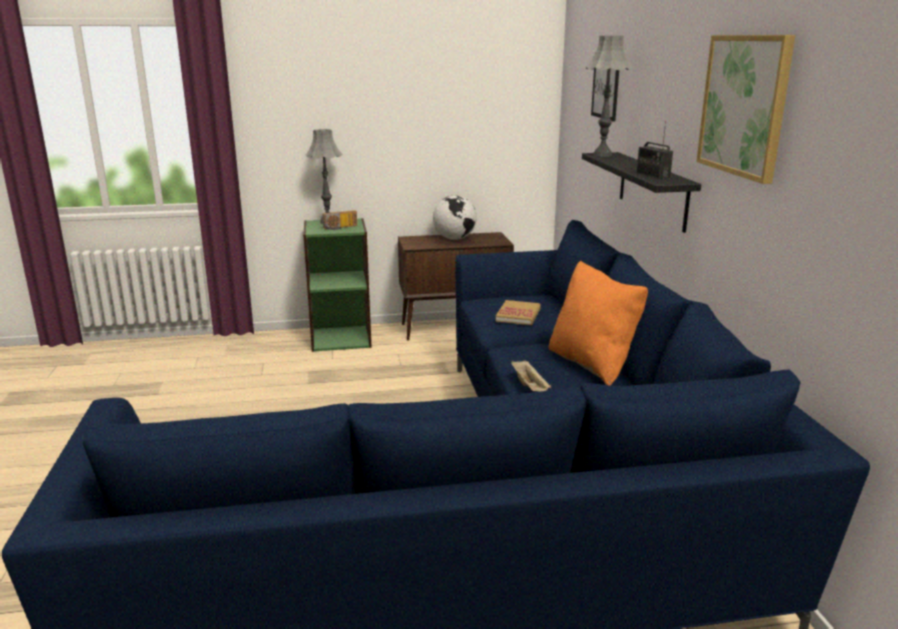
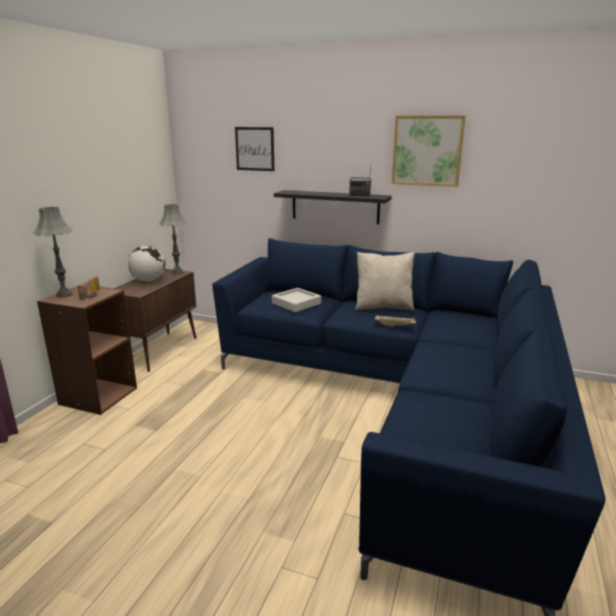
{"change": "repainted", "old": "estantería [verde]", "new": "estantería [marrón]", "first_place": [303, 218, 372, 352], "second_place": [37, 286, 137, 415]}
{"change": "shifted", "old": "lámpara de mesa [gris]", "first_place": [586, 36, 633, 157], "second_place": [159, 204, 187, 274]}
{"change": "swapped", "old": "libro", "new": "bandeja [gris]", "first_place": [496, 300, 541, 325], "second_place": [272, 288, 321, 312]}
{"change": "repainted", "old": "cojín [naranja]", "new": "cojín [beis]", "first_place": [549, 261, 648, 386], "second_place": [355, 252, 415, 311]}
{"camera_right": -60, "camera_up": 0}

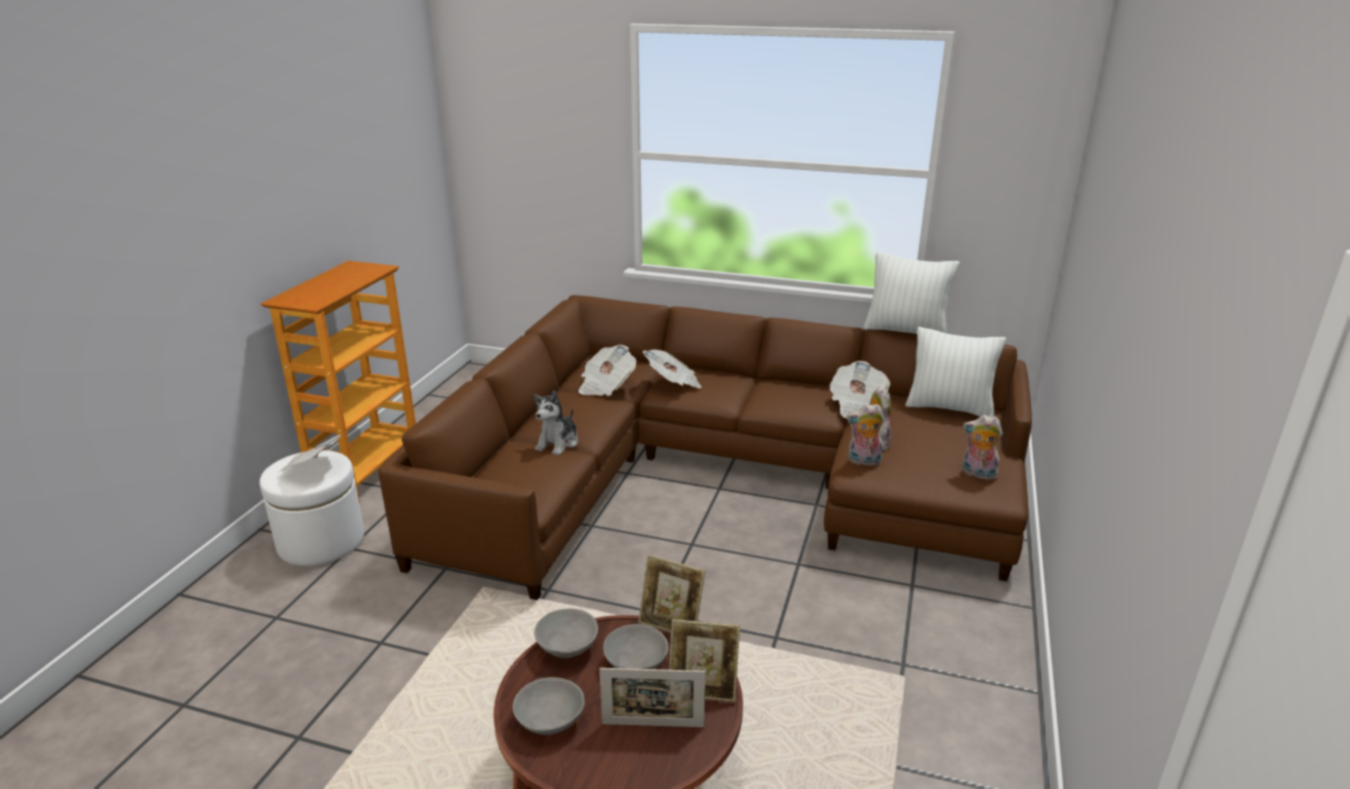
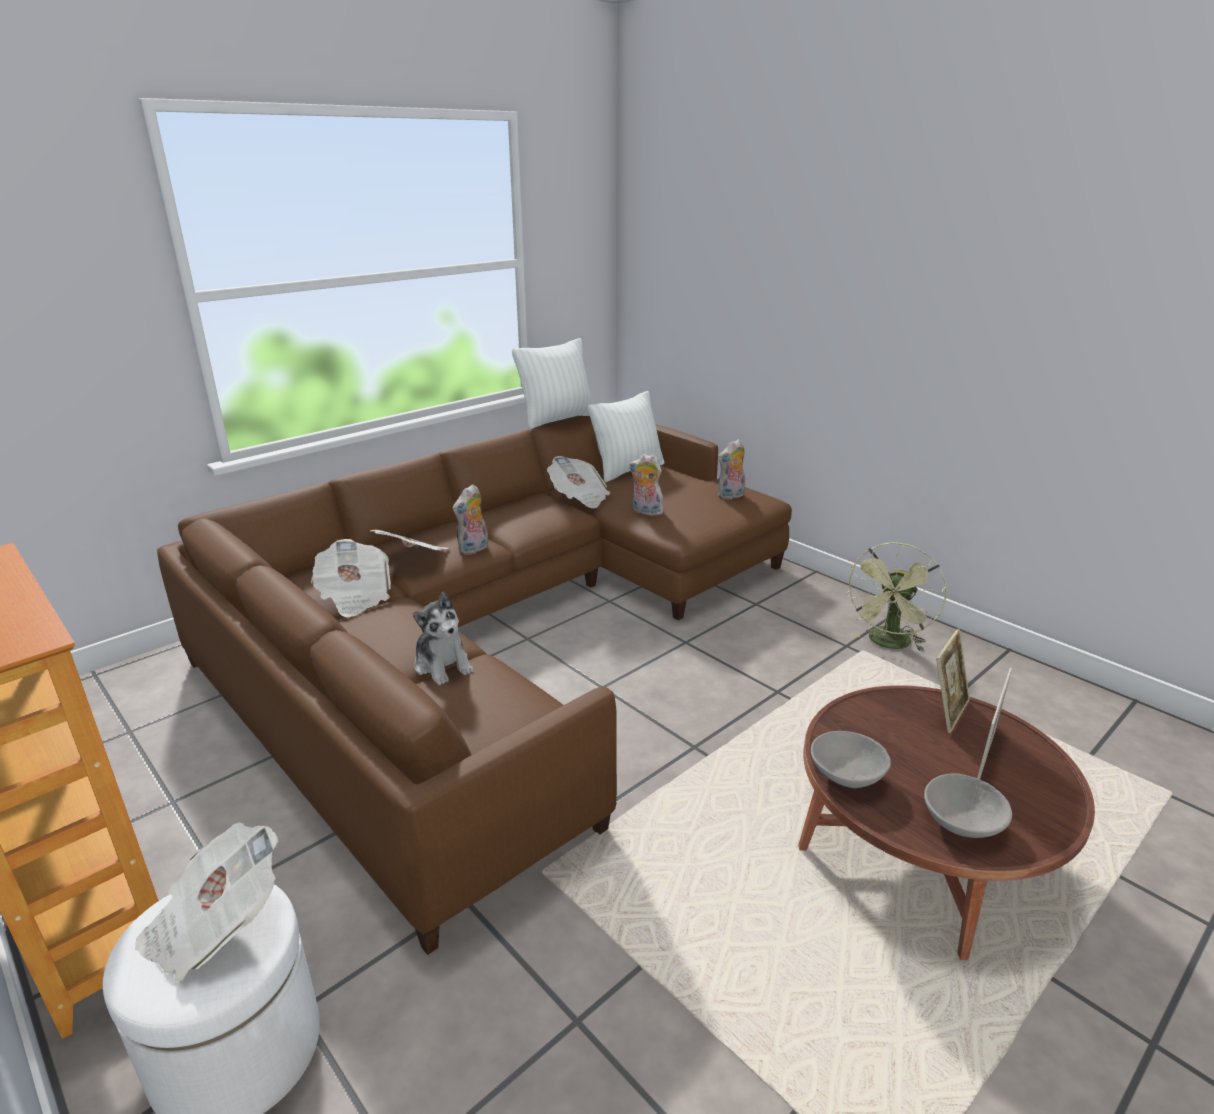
{"change": "shifted", "old": "peluche", "first_place": [847, 404, 884, 466], "second_place": [453, 484, 488, 555]}
{"change": "new", "new": "ventilador [verde]", "second_place": [845, 542, 947, 652]}
{"change": "gone", "old": "cuenco [gris]", "first_place": [603, 624, 669, 669]}
{"change": "gone", "old": "portarretratos", "first_place": [638, 554, 705, 633]}
{"camera_right": -60, "camera_up": 0}

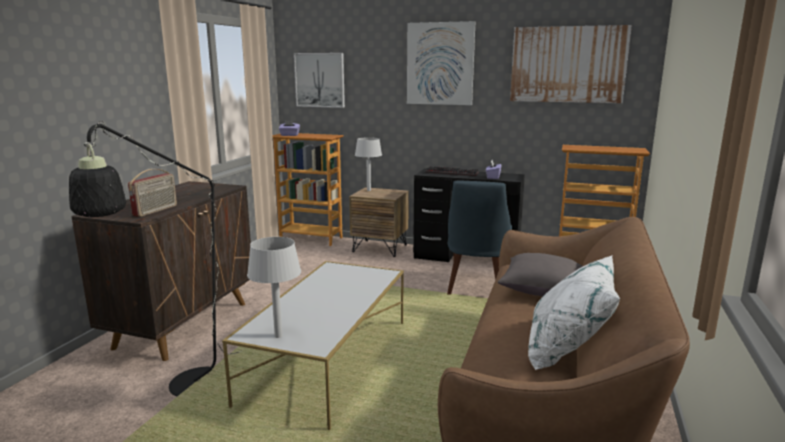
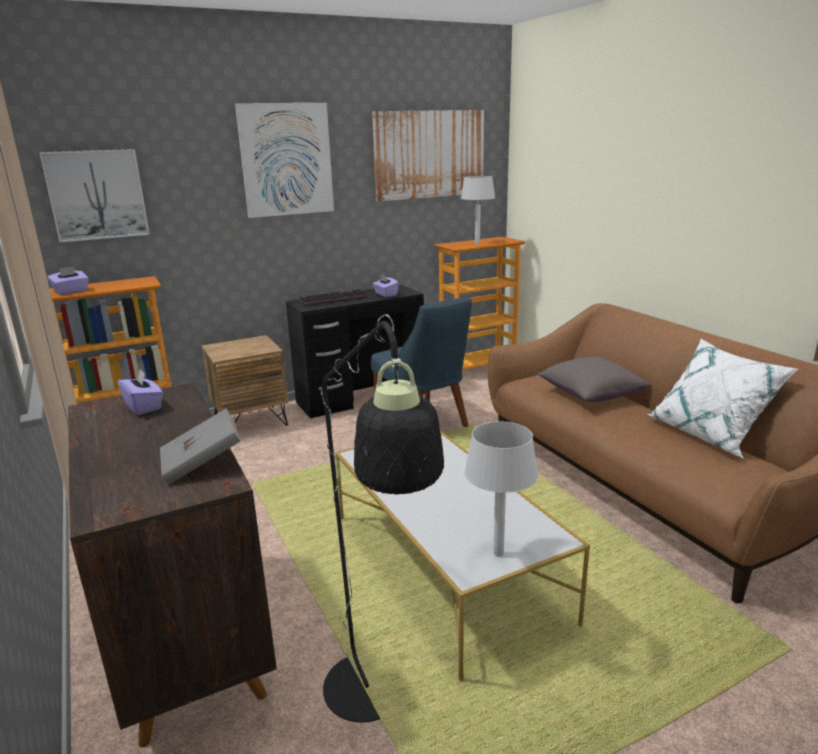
{"change": "new", "new": "caja de pañuelos [morado]", "second_place": [118, 369, 163, 415]}
{"change": "swapped", "old": "radio", "new": "libro [gris]", "first_place": [128, 169, 177, 217], "second_place": [160, 408, 241, 484]}
{"change": "shifted", "old": "lámpara de mesa [gris]", "first_place": [355, 137, 382, 191], "second_place": [461, 176, 495, 245]}
{"camera_right": -45, "camera_up": 5}

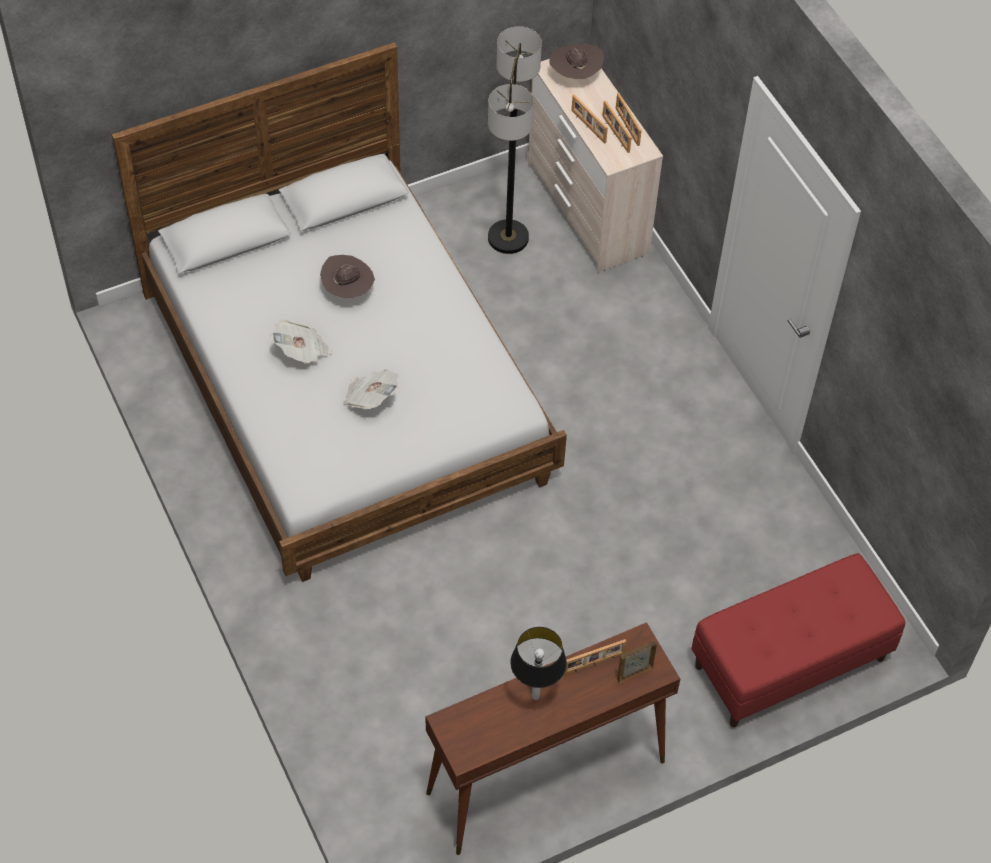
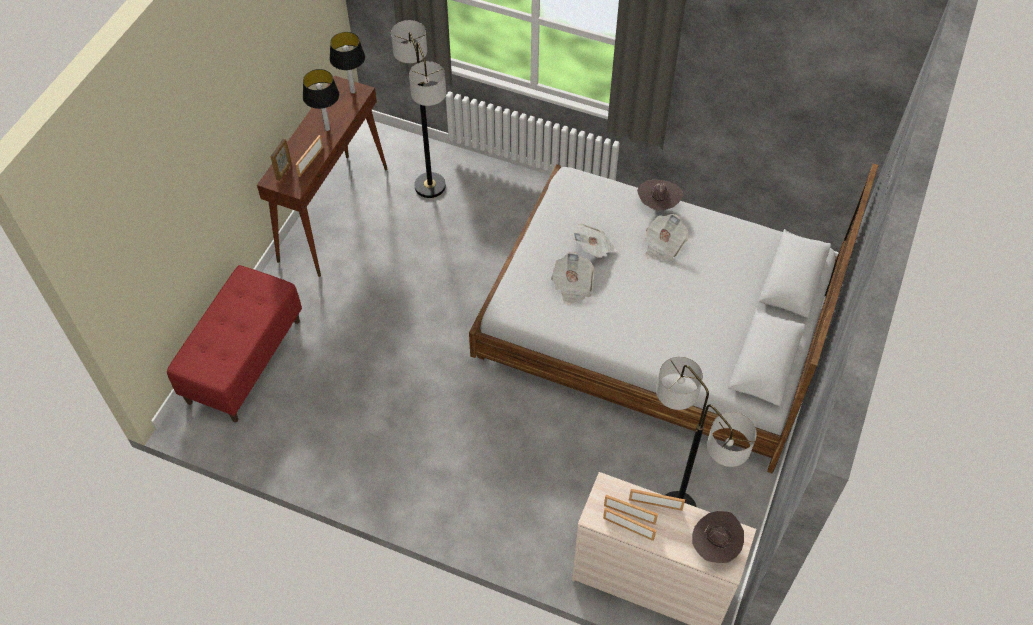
{"change": "new", "new": "lámpara de mesa", "second_place": [329, 32, 365, 94]}
{"change": "new", "new": "lámpara de pie", "second_place": [391, 20, 446, 198]}
{"change": "new", "new": "periódico", "second_place": [551, 252, 595, 305]}
{"change": "shifted", "old": "sombrero [marrón]", "first_place": [320, 255, 375, 298], "second_place": [637, 180, 683, 210]}
{"camera_right": 140, "camera_up": 0}

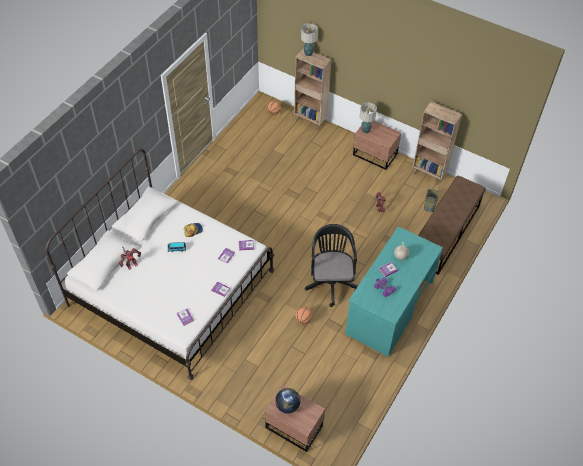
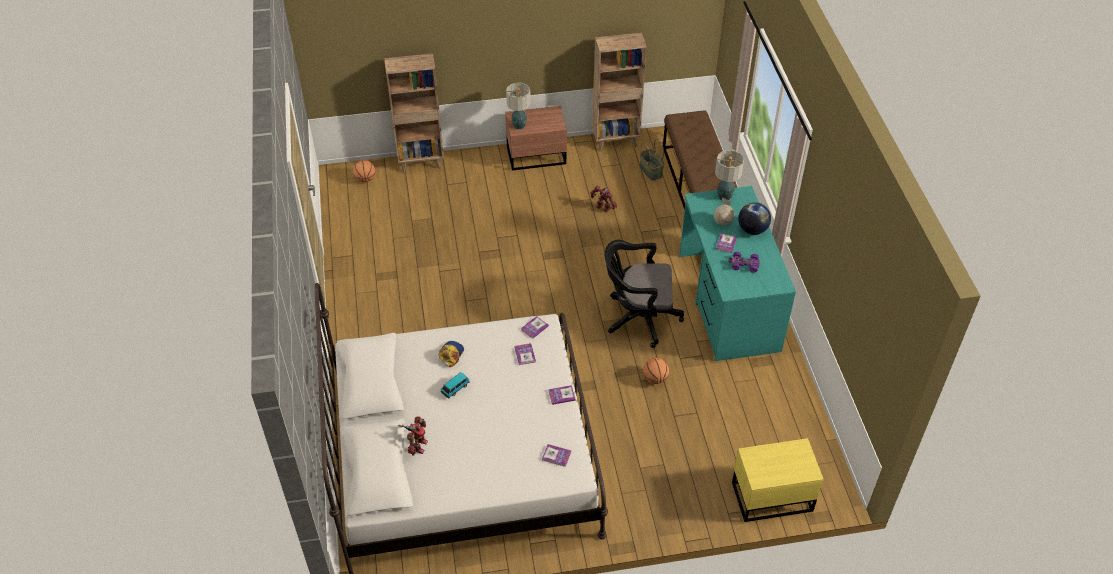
{"change": "rotated", "old": "silla de oficina [negro]", "first_place": [305, 224, 358, 307], "second_place": [605, 240, 684, 348], "degrees": -45}
{"change": "shifted", "old": "lámpara de mesa", "first_place": [301, 23, 318, 56], "second_place": [715, 150, 744, 200]}
{"change": "repainted", "old": "mesita de noche [marrón]", "new": "mesita de noche [amarillo]", "first_place": [265, 385, 325, 452], "second_place": [732, 438, 824, 522]}
{"change": "shifted", "old": "globo terráqueo", "first_place": [275, 388, 300, 413], "second_place": [738, 202, 771, 235]}
{"camera_right": -40, "camera_up": -5}

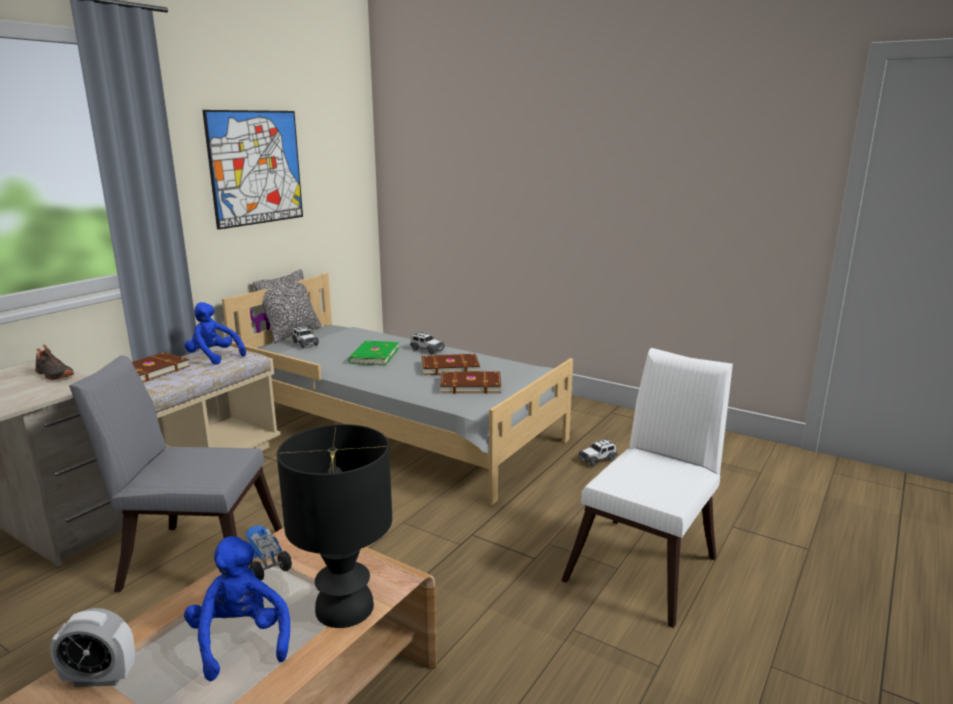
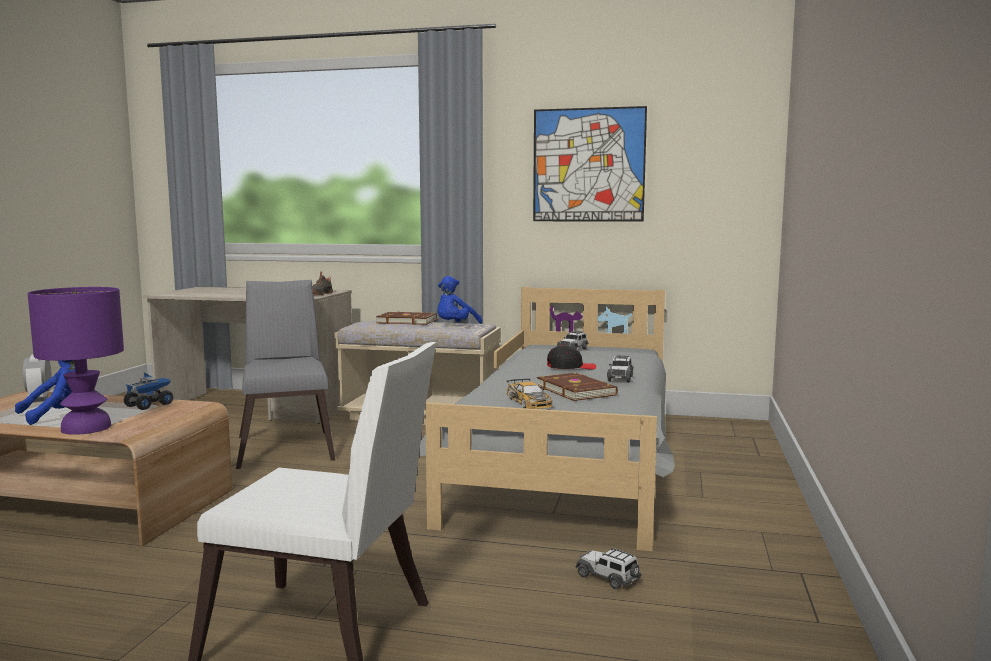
{"change": "repainted", "old": "lámpara de mesa [negro]", "new": "lámpara de mesa [morado]", "first_place": [277, 424, 392, 628], "second_place": [28, 287, 124, 435]}
{"change": "rotated", "old": "peluche [azul]", "first_place": [184, 302, 246, 365], "second_place": [438, 276, 482, 324], "degrees": -150}
{"change": "swapped", "old": "libro [marrón]", "new": "coche de juguete", "first_place": [440, 371, 501, 394], "second_place": [507, 379, 553, 409]}
{"change": "swapped", "old": "libro [verde]", "new": "gorra [negro]", "first_place": [348, 341, 399, 366], "second_place": [547, 345, 596, 370]}
{"change": "gone", "old": "cojín", "first_place": [253, 269, 321, 344]}
{"camera_right": 70, "camera_up": -10}

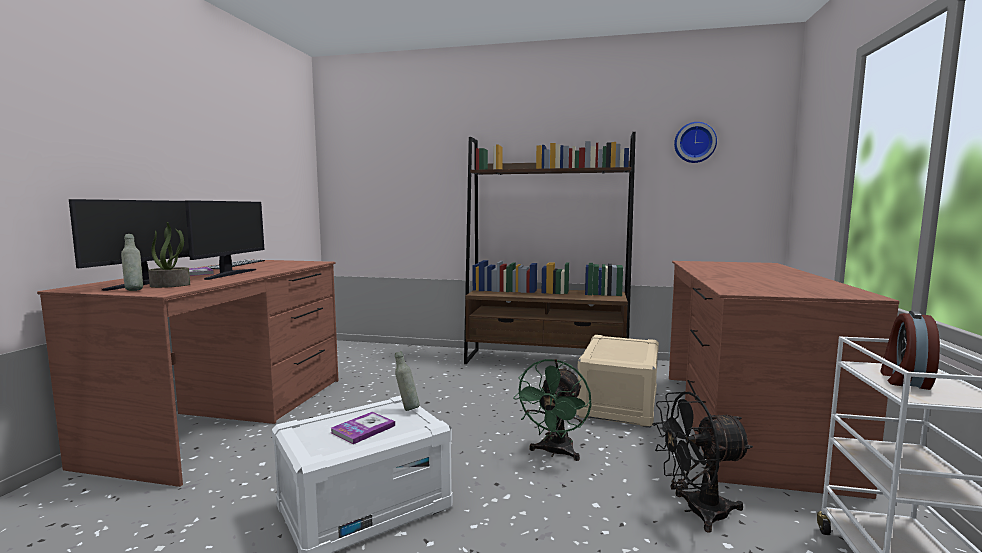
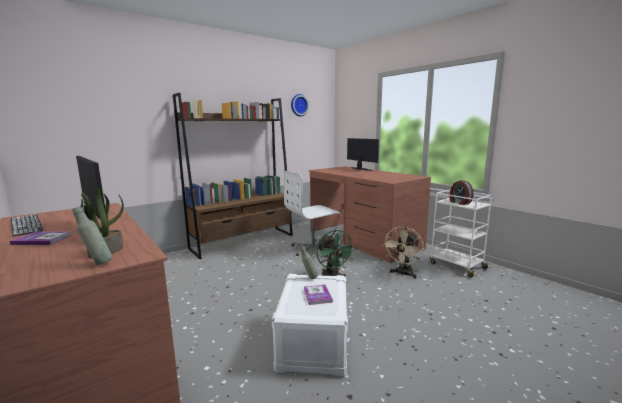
{"change": "swapped", "old": "caja de almacenaje [beis]", "new": "silla de oficina [blanco]", "first_place": [576, 335, 659, 428], "second_place": [284, 171, 341, 257]}
{"change": "shifted", "old": "monitor", "first_place": [69, 199, 190, 291], "second_place": [347, 138, 379, 171]}
{"change": "repainted", "old": "ventilador [negro]", "new": "ventilador [beis]", "first_place": [652, 392, 753, 533], "second_place": [383, 226, 424, 279]}
{"camera_right": -50, "camera_up": 5}

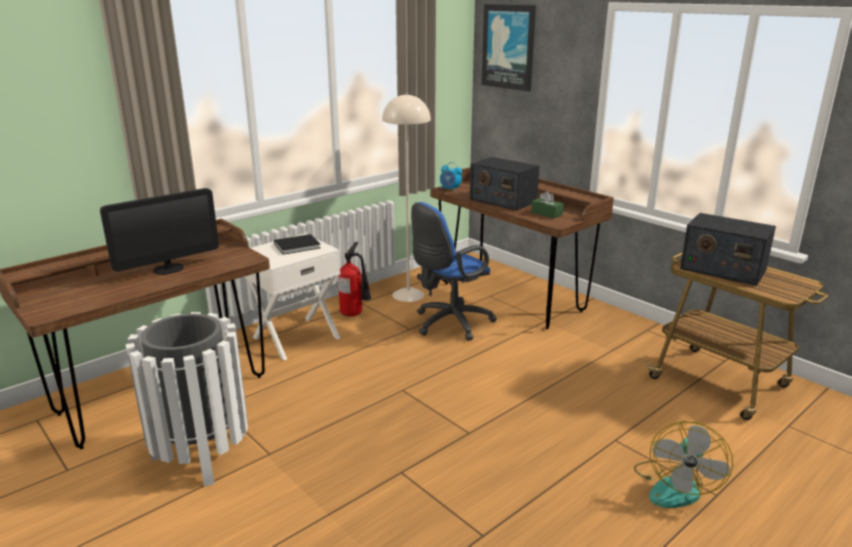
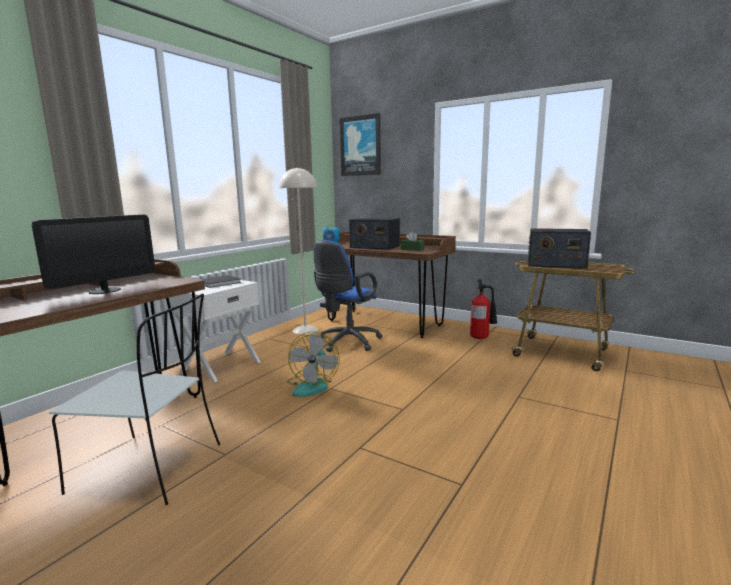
{"change": "swapped", "old": "papelera [blanco]", "new": "silla [blanco]", "first_place": [126, 312, 248, 487], "second_place": [49, 294, 220, 505]}
{"change": "shifted", "old": "ventilador", "first_place": [634, 421, 733, 508], "second_place": [287, 332, 340, 397]}
{"change": "shifted", "old": "extintor", "first_place": [338, 242, 371, 316], "second_place": [470, 279, 497, 339]}
{"camera_right": -15, "camera_up": -10}

